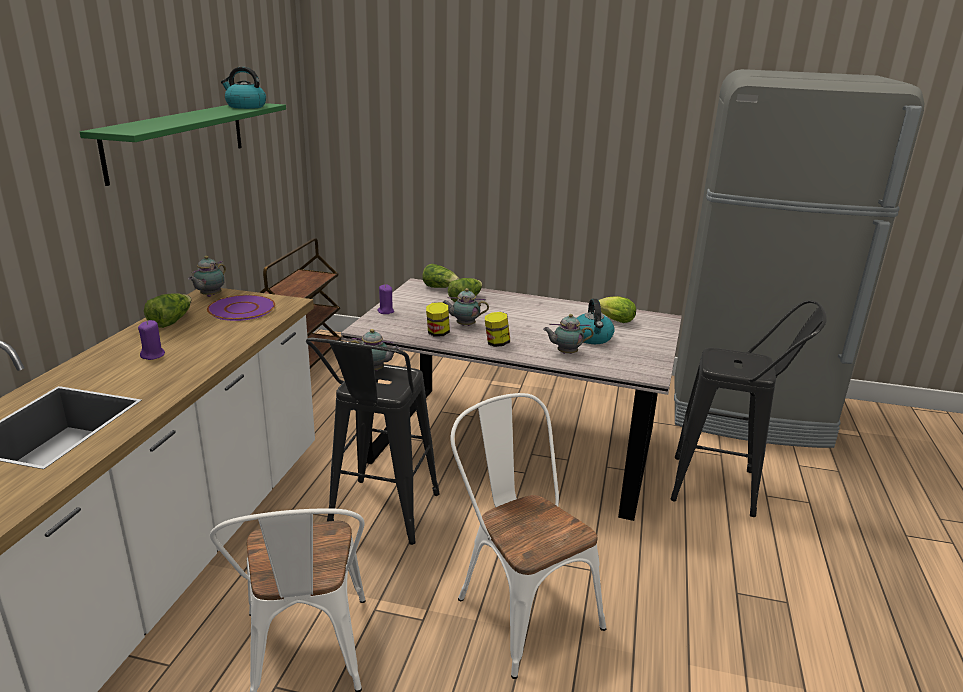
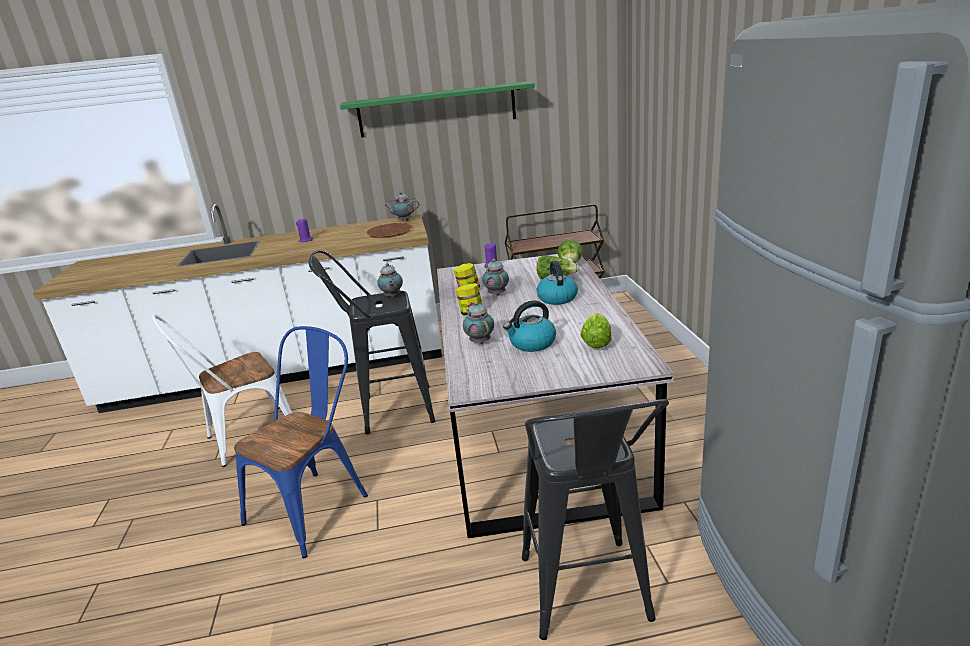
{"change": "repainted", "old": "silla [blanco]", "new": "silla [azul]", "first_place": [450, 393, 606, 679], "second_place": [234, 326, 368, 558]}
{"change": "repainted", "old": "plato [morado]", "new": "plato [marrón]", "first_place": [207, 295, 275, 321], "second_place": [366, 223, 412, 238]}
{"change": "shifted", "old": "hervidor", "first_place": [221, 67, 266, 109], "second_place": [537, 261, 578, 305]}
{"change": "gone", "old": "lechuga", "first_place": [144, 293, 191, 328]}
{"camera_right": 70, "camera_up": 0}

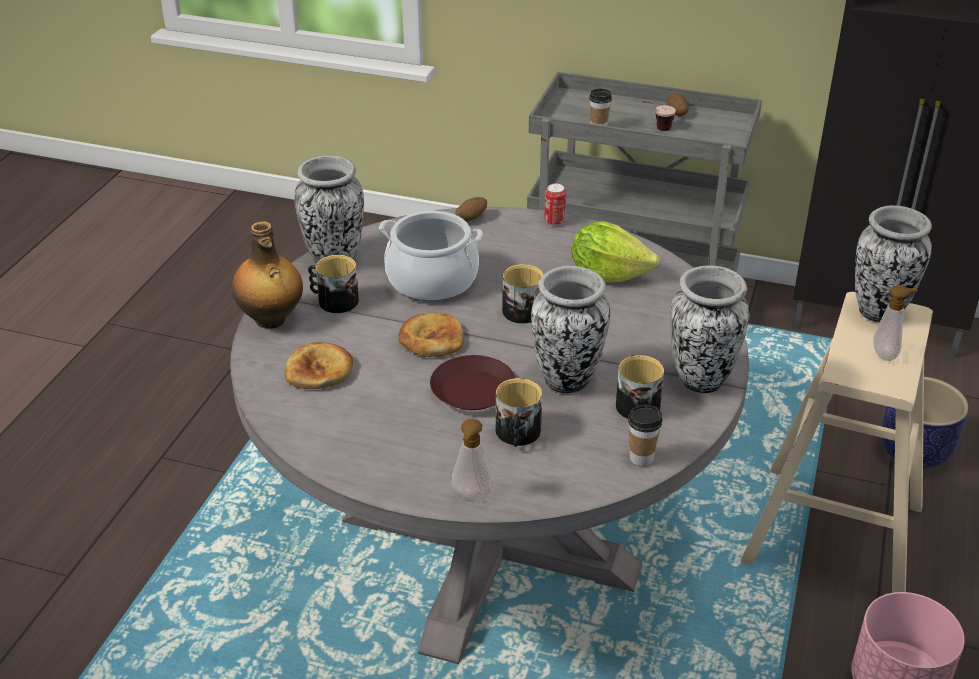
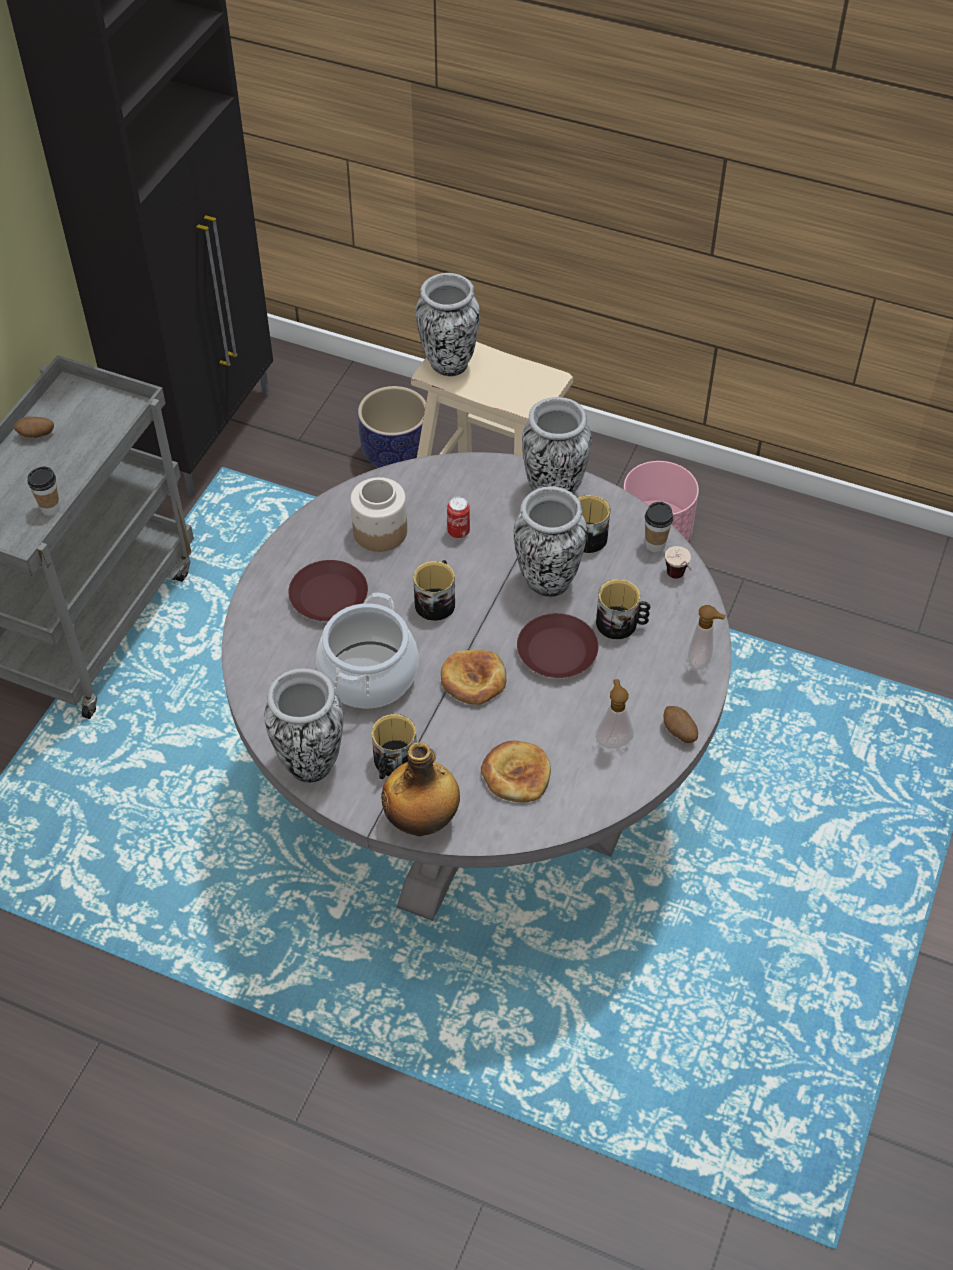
{"change": "new", "new": "plato [marrón]", "second_place": [288, 560, 368, 621]}
{"change": "swapped", "old": "lechuga", "new": "tarro", "first_place": [572, 221, 659, 282], "second_place": [350, 477, 407, 552]}
{"change": "shifted", "old": "lata", "first_place": [544, 184, 566, 226], "second_place": [447, 497, 470, 539]}
{"change": "shifted", "old": "dispensador de jabón", "first_place": [873, 285, 917, 361], "second_place": [596, 679, 634, 748]}
{"change": "shifted", "old": "patata", "first_place": [455, 197, 487, 222], "second_place": [663, 706, 698, 743]}
{"change": "shifted", "old": "taza", "first_place": [641, 101, 676, 131], "second_place": [665, 546, 691, 579]}
{"camera_right": -85, "camera_up": 15}

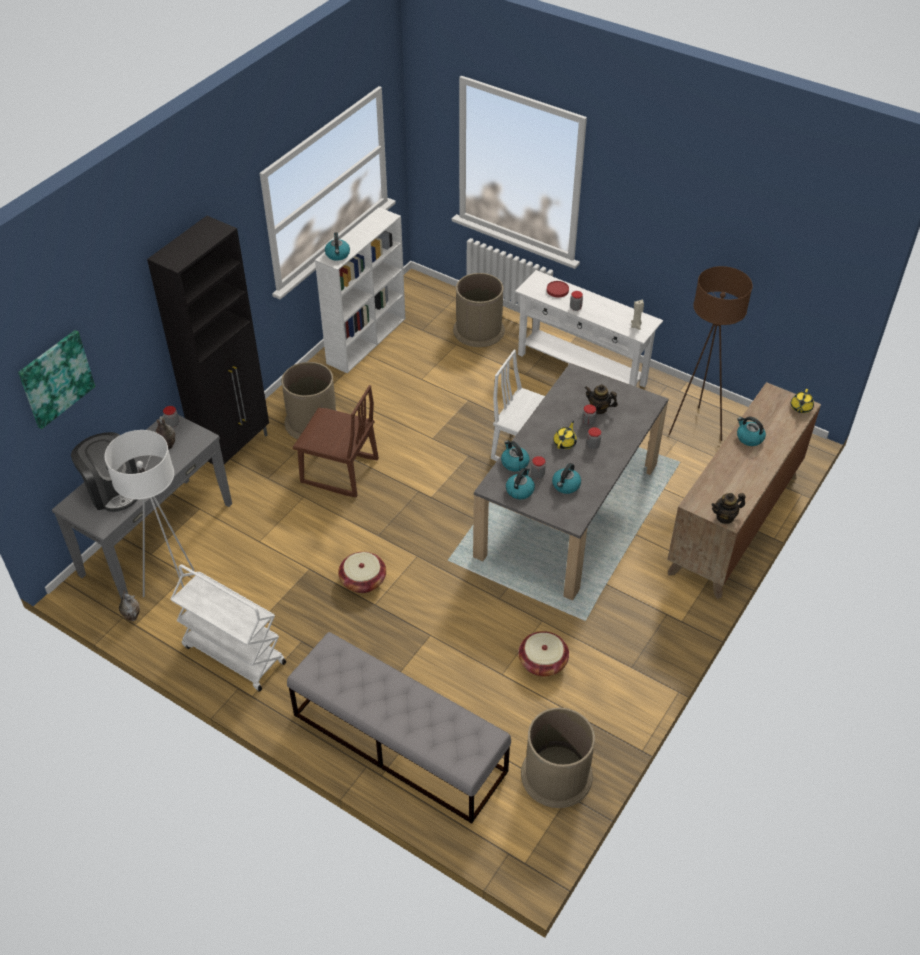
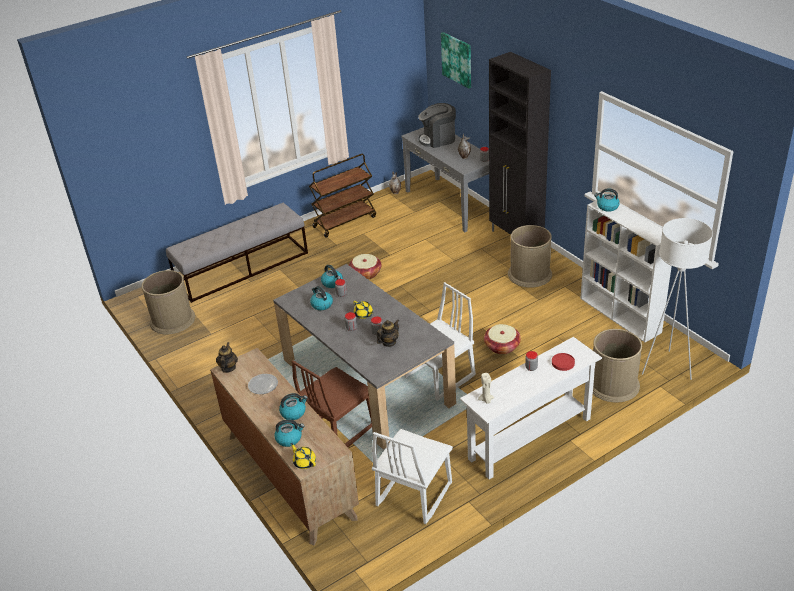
{"change": "new", "new": "plato", "second_place": [248, 374, 278, 394]}
{"change": "shifted", "old": "hervidor", "first_place": [501, 440, 530, 472], "second_place": [274, 419, 305, 447]}
{"change": "shifted", "old": "silla [marrón]", "first_place": [293, 385, 379, 497], "second_place": [292, 360, 372, 447]}
{"change": "repainted", "old": "carrito [blanco]", "new": "carrito [marrón]", "first_place": [170, 564, 286, 692], "second_place": [309, 154, 376, 238]}
{"change": "swapped", "old": "lámpara de pie [marrón]", "new": "silla [blanco]", "first_place": [668, 266, 753, 441], "second_place": [372, 429, 453, 524]}
{"change": "shifted", "old": "cesta", "first_place": [519, 631, 569, 676], "second_place": [484, 324, 521, 354]}
{"change": "shifted", "old": "lámpara de pie [blanco]", "first_place": [104, 430, 194, 597], "second_place": [642, 218, 713, 380]}
{"camera_right": 115, "camera_up": -10}

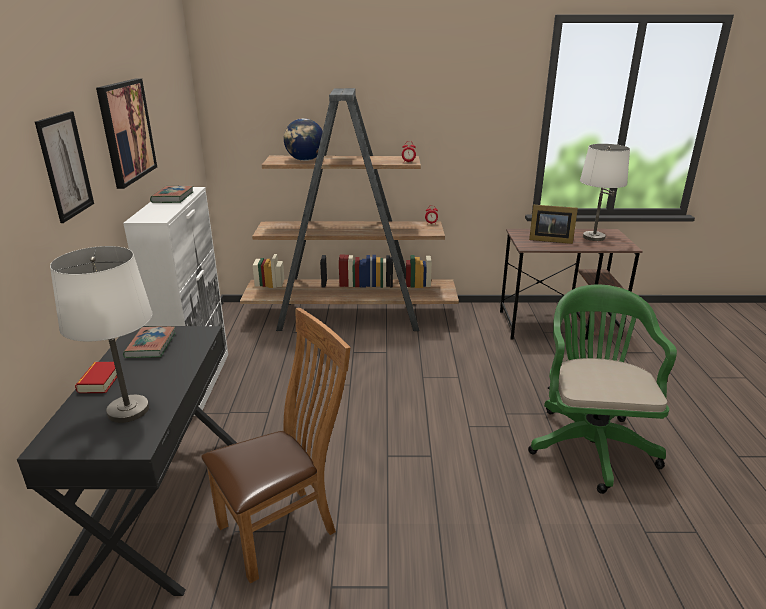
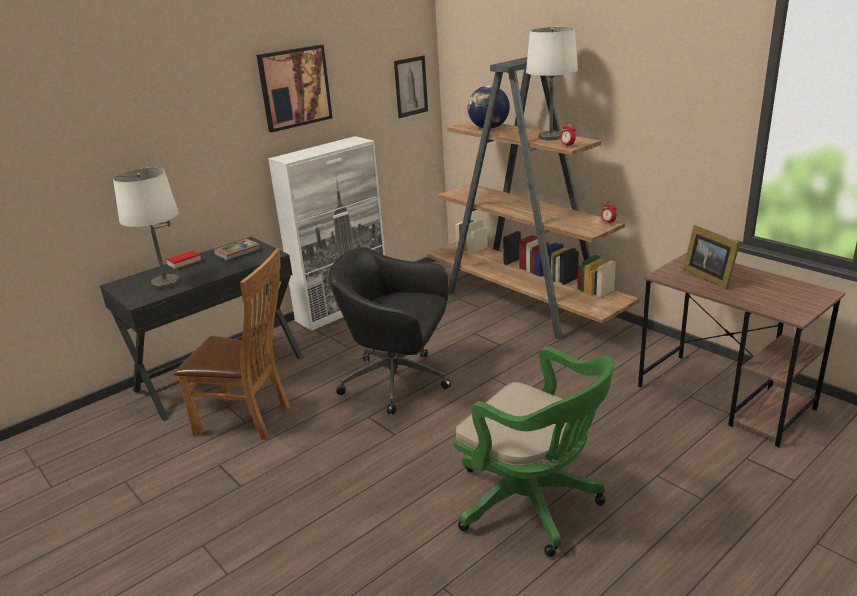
{"change": "new", "new": "silla de oficina [negro]", "second_place": [328, 247, 451, 414]}
{"change": "shifted", "old": "cuadro", "first_place": [35, 111, 94, 223], "second_place": [394, 56, 428, 118]}
{"change": "rotated", "old": "silla de oficina [verde]", "first_place": [528, 285, 677, 494], "second_place": [453, 347, 615, 557], "degrees": 75}
{"change": "shifted", "old": "lámpara de mesa [blanco]", "first_place": [580, 144, 630, 241], "second_place": [526, 27, 578, 140]}
{"change": "gone", "old": "libro", "first_place": [150, 185, 193, 203]}
{"camera_right": 50, "camera_up": 0}

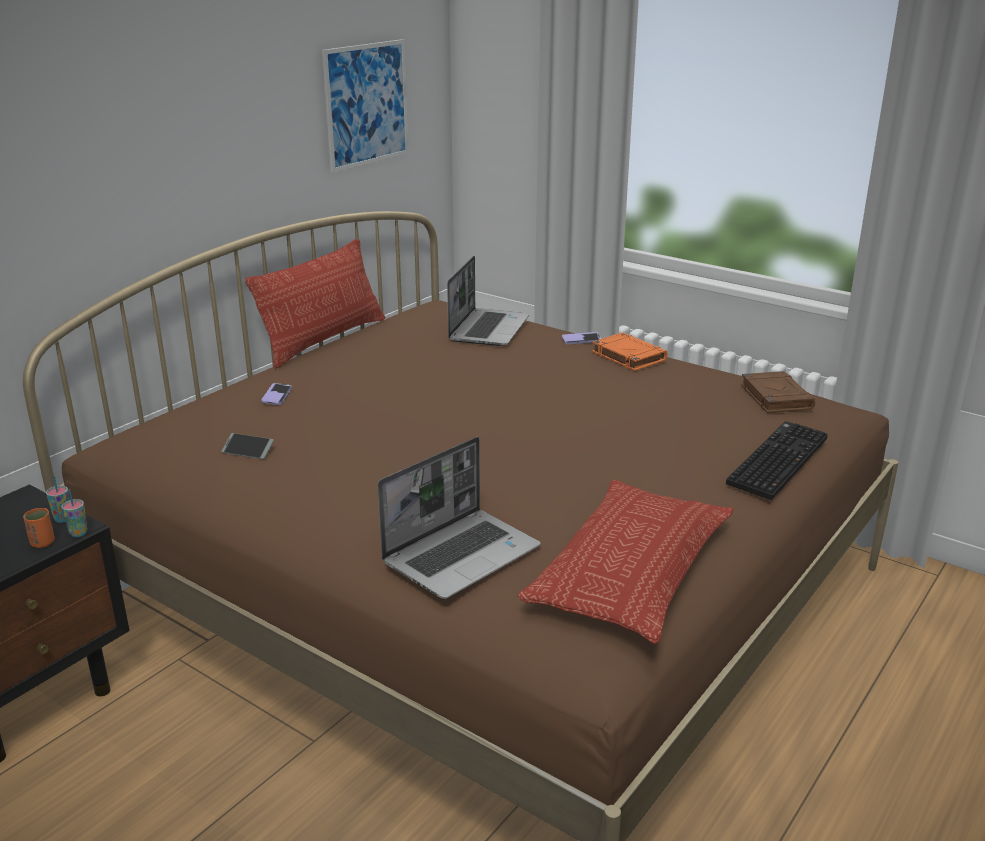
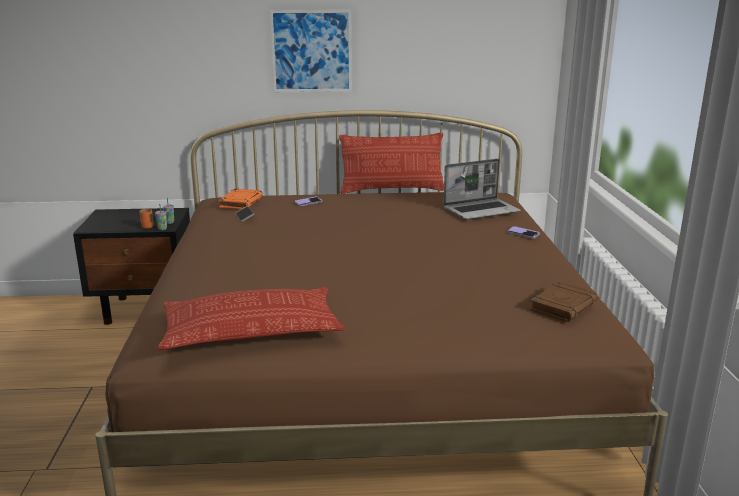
{"change": "shifted", "old": "libro [naranja]", "first_place": [592, 332, 668, 371], "second_place": [218, 189, 262, 209]}
{"change": "shifted", "old": "cuadro", "first_place": [322, 39, 408, 173], "second_place": [270, 10, 352, 92]}
{"change": "gone", "old": "portátil", "first_place": [378, 437, 541, 599]}
{"change": "gone", "old": "teclado", "first_place": [726, 421, 828, 500]}
{"camera_right": 50, "camera_up": -5}

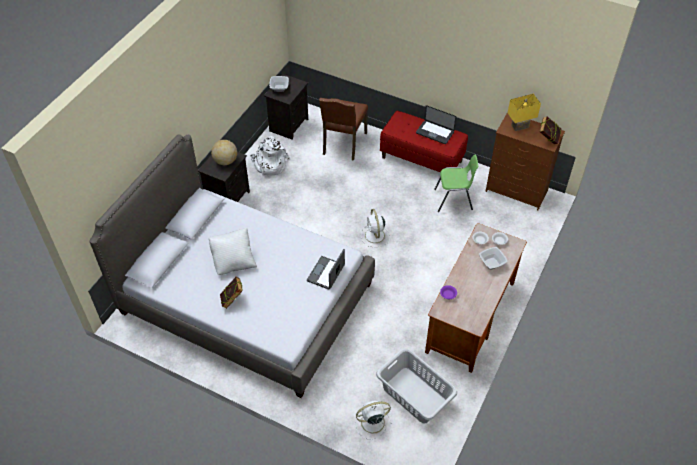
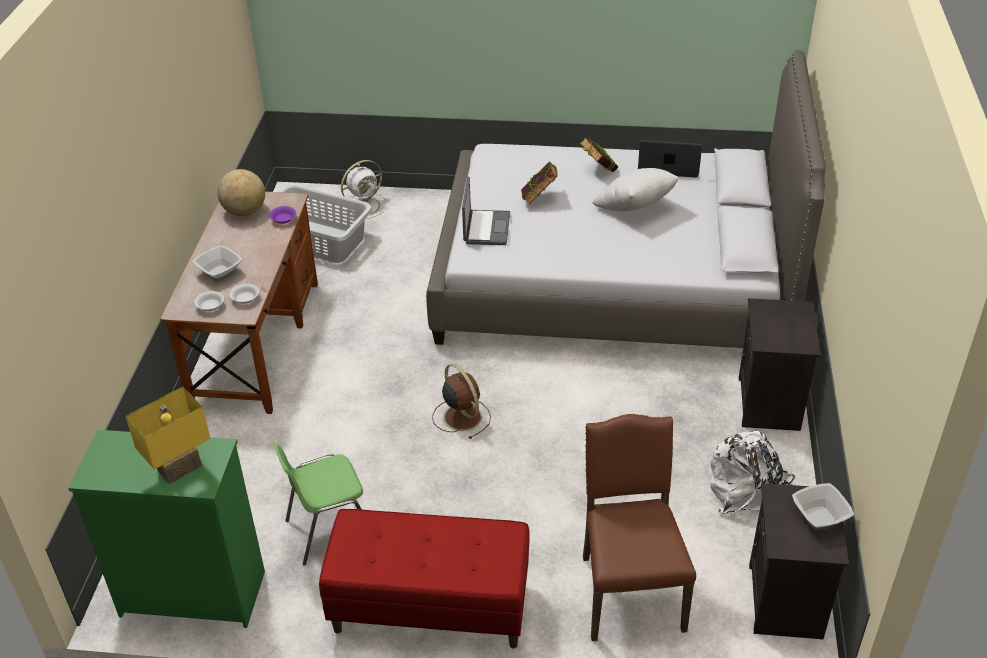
{"change": "repainted", "old": "cómoda [marrón]", "new": "cómoda [verde]", "first_place": [485, 112, 565, 210], "second_place": [68, 430, 265, 628]}
{"change": "shifted", "old": "globo terráqueo", "first_place": [211, 140, 237, 165], "second_place": [217, 169, 265, 216]}
{"change": "repainted", "old": "ventilador [blanco]", "new": "ventilador [marrón]", "first_place": [361, 209, 390, 247], "second_place": [432, 364, 491, 439]}
{"change": "shifted", "old": "libro", "first_place": [539, 117, 561, 144], "second_place": [521, 161, 558, 204]}
{"change": "shifted", "old": "portátil", "first_place": [416, 105, 456, 144], "second_place": [638, 140, 702, 177]}
{"camera_right": 160, "camera_up": -10}

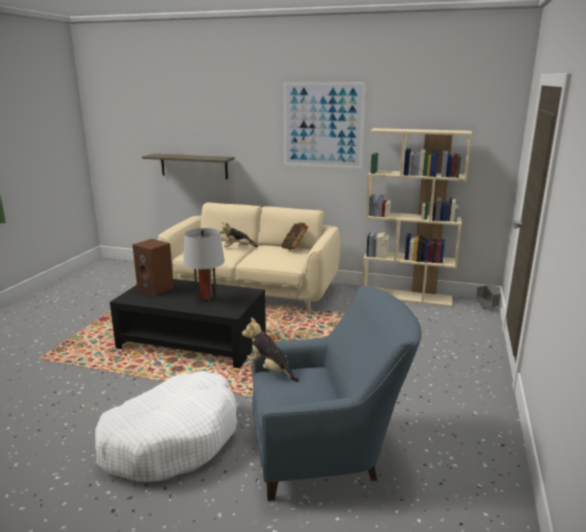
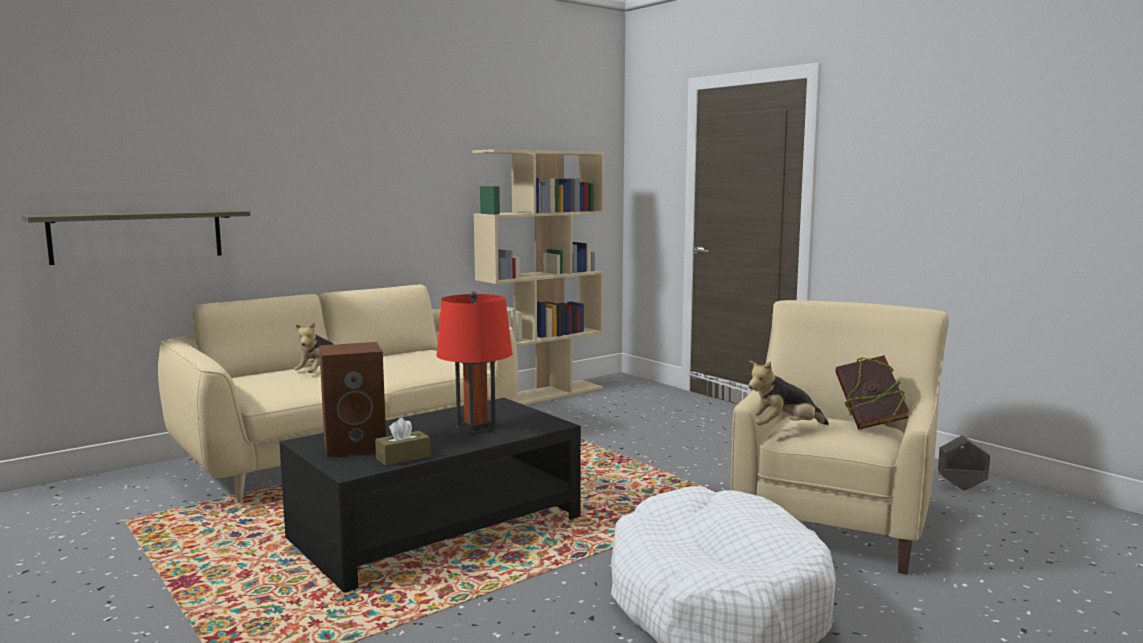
{"change": "new", "new": "caja de pañuelos [marrón]", "second_place": [375, 418, 430, 466]}
{"change": "repainted", "old": "lámpara de mesa [gris]", "new": "lámpara de mesa [rojo]", "first_place": [183, 228, 225, 304], "second_place": [436, 291, 512, 434]}
{"change": "repainted", "old": "sillón [azul]", "new": "sillón [beis]", "first_place": [252, 285, 422, 501], "second_place": [731, 300, 949, 575]}
{"change": "shifted", "old": "libro", "first_place": [281, 223, 309, 249], "second_place": [836, 355, 909, 430]}
{"change": "shifted", "old": "maceta [gris]", "first_place": [476, 284, 501, 309], "second_place": [938, 435, 990, 491]}
{"change": "gone", "old": "cuadro", "first_place": [283, 82, 366, 169]}
{"camera_right": -55, "camera_up": -10}

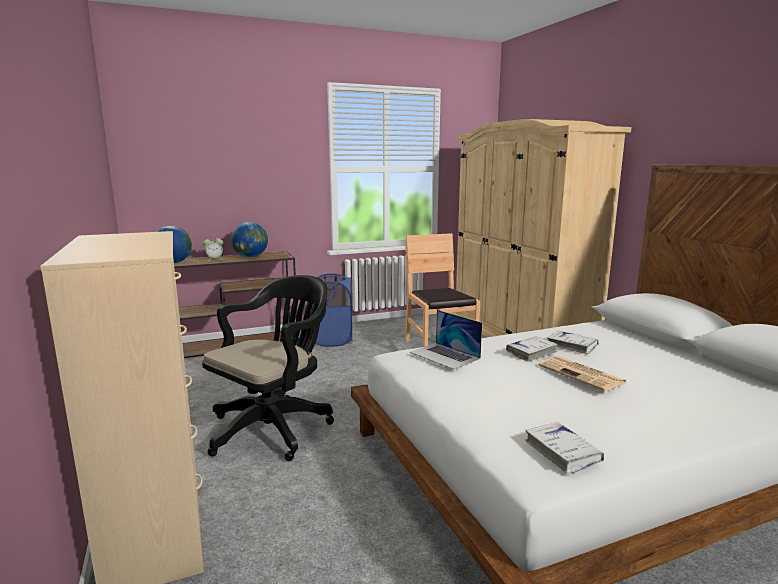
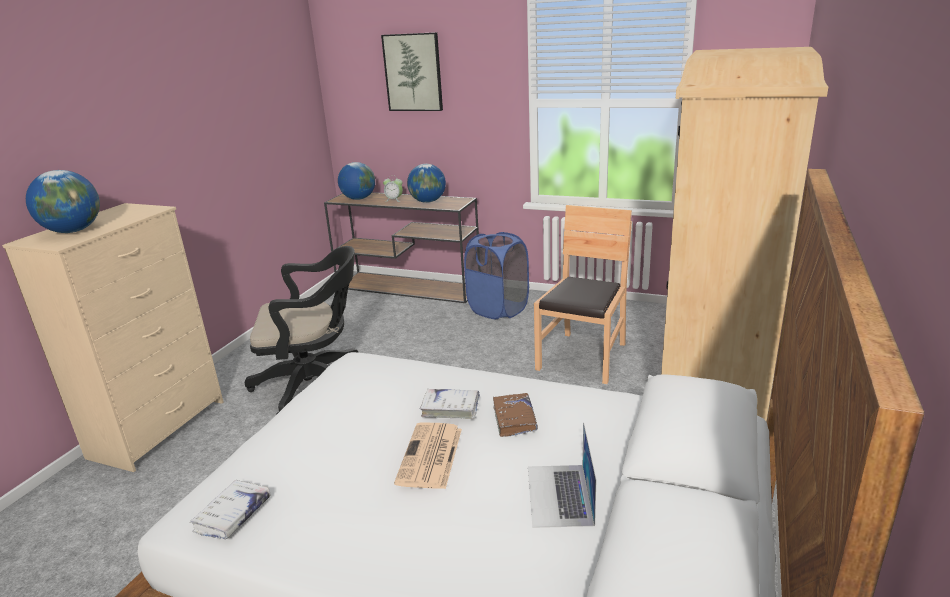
{"change": "new", "new": "globo terráqueo", "second_place": [26, 170, 100, 233]}
{"change": "new", "new": "cuadro", "second_place": [381, 32, 443, 111]}
{"change": "repainted", "old": "libro [blanco]", "new": "libro [marrón]", "first_place": [547, 331, 599, 354], "second_place": [493, 393, 538, 437]}
{"change": "shifted", "old": "portátil", "first_place": [410, 310, 482, 370], "second_place": [528, 422, 597, 528]}
{"camera_right": 45, "camera_up": 10}

